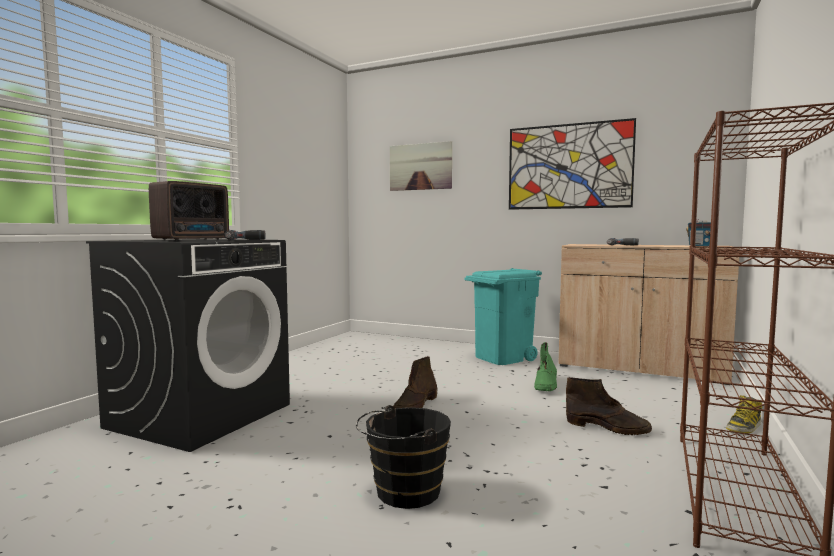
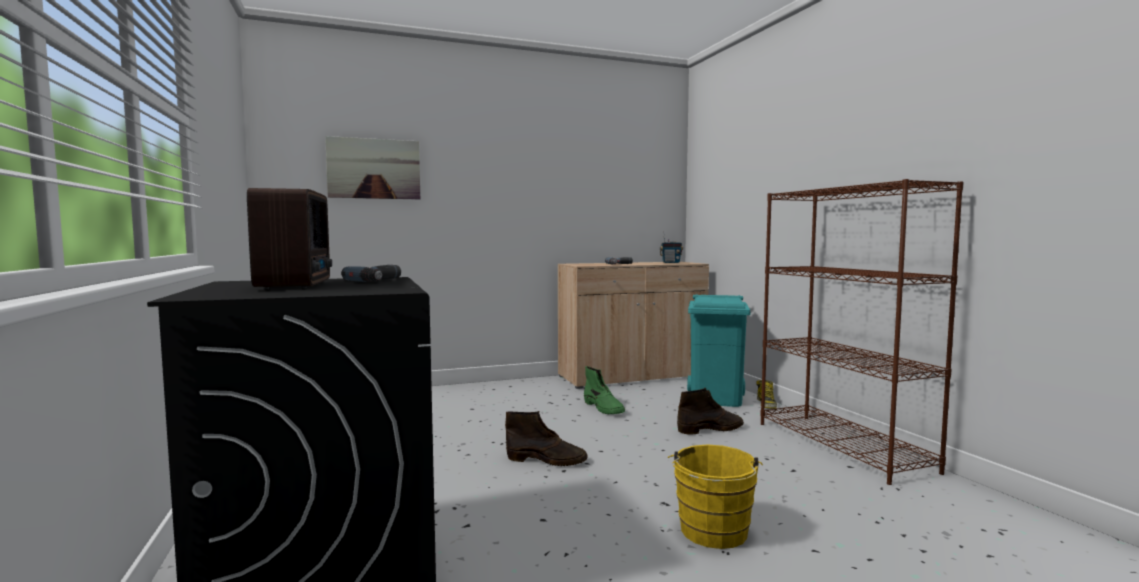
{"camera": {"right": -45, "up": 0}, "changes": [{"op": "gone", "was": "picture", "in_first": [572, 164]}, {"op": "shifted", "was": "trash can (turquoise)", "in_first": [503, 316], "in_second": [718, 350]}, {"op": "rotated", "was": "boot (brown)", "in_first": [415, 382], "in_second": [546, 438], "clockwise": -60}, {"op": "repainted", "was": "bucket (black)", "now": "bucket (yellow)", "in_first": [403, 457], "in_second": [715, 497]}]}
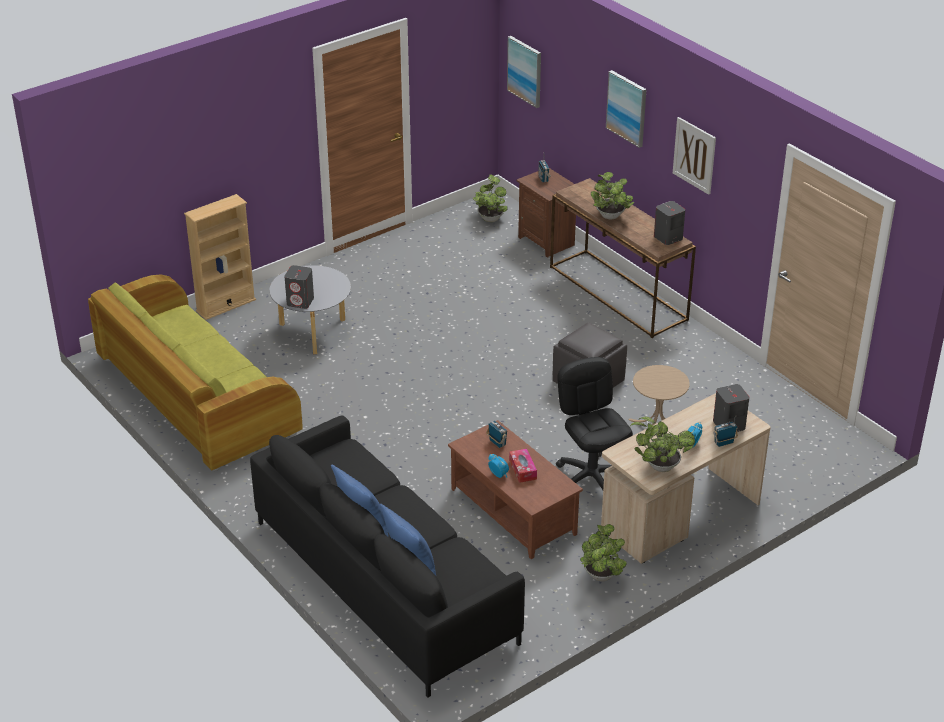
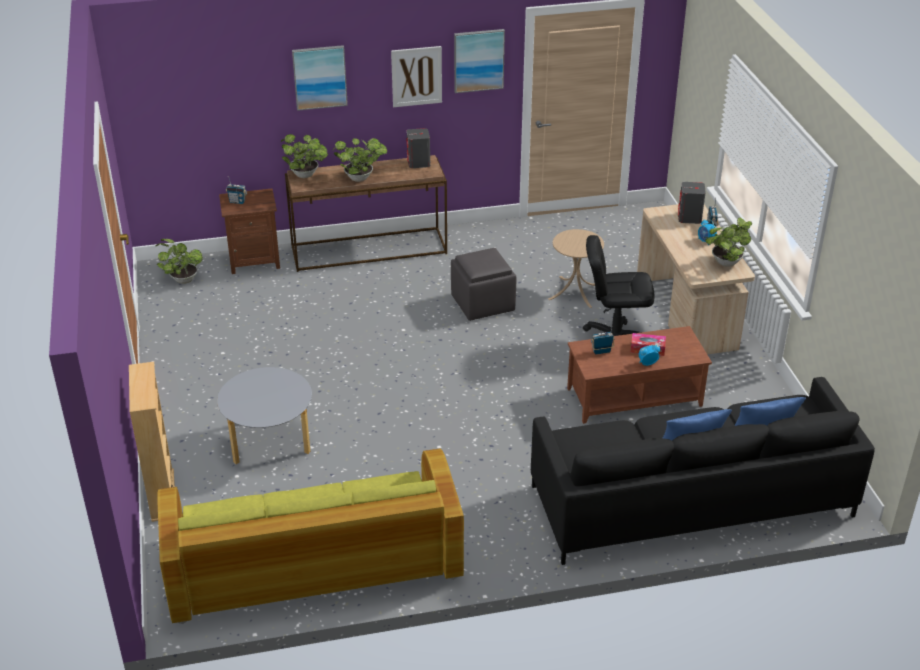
{"camera": {"right": -65, "up": 0}, "changes": [{"op": "shifted", "was": "picture", "in_first": [524, 72], "in_second": [479, 61]}, {"op": "gone", "was": "speaker (grey)", "in_first": [299, 287]}, {"op": "shifted", "was": "potted plant", "in_first": [603, 552], "in_second": [304, 156]}]}
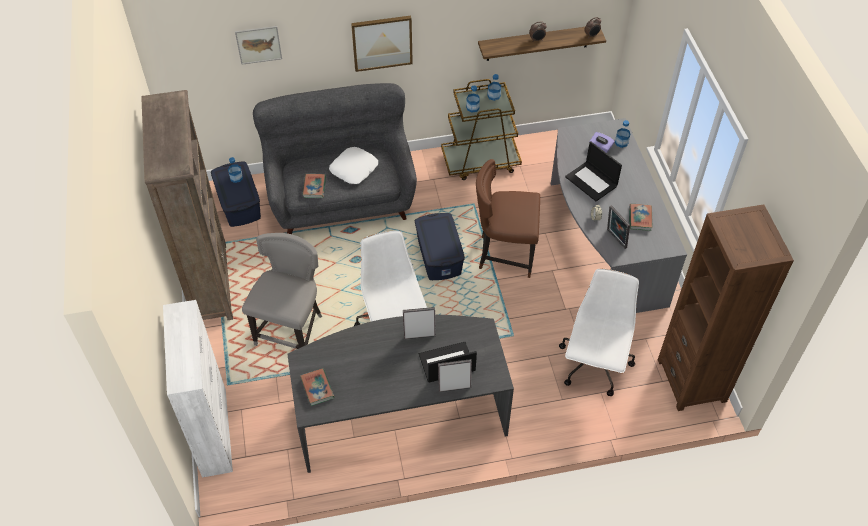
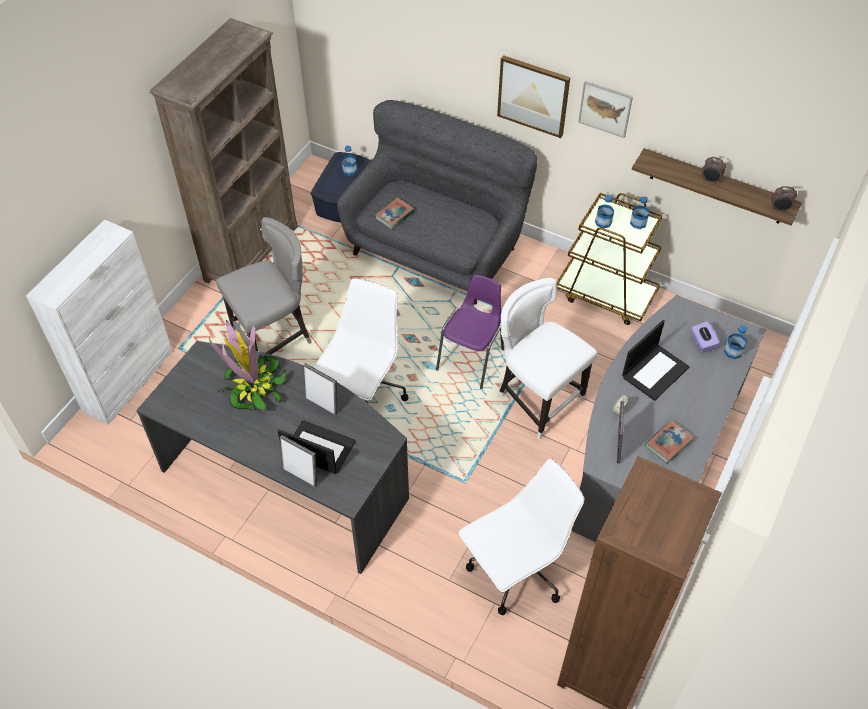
{"camera": {"right": 40, "up": 0}, "changes": [{"op": "shifted", "was": "picture", "in_first": [258, 45], "in_second": [605, 109]}, {"op": "rotated", "was": "laptop", "in_first": [593, 171], "in_second": [656, 360], "clockwise": -135}, {"op": "gone", "was": "pillow (white)", "in_first": [353, 165]}, {"op": "repainted", "was": "chair (brown)", "now": "chair (white)", "in_first": [508, 218], "in_second": [547, 358]}, {"op": "swapped", "was": "storage box (blue)", "now": "chair (purple)", "in_first": [440, 246], "in_second": [470, 331]}, {"op": "gone", "was": "book", "in_first": [317, 387]}, {"op": "new", "now": "potted plant", "in_second": [247, 365]}]}
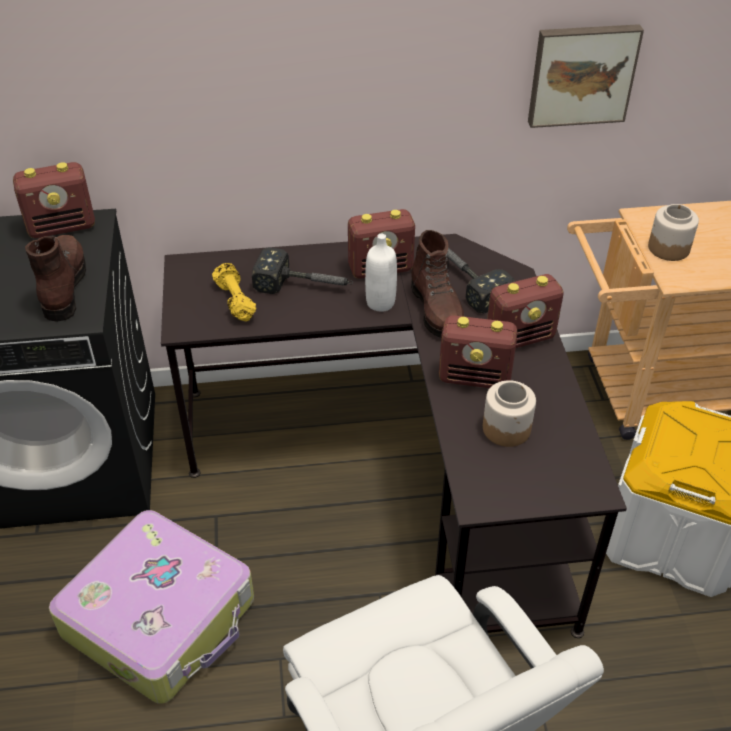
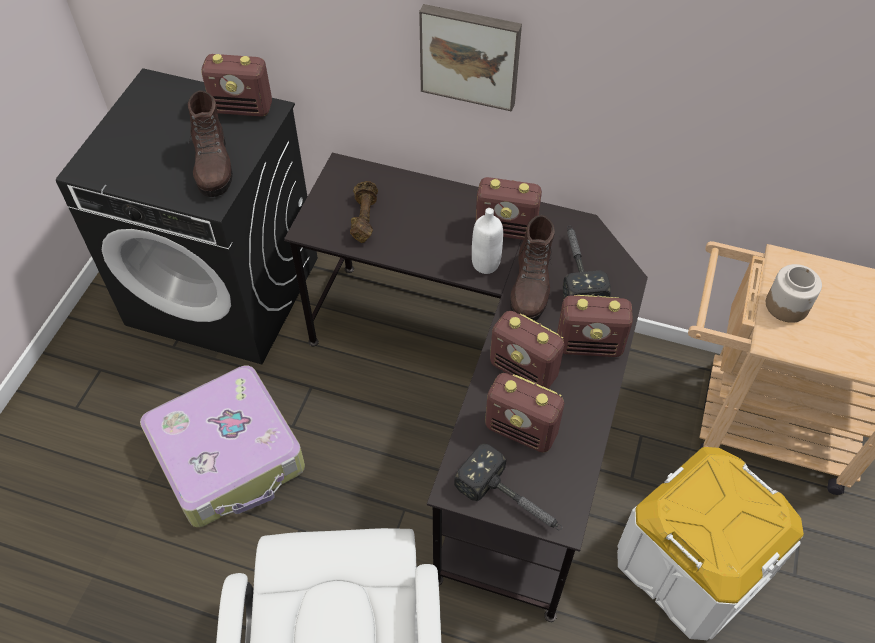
{"camera": {"right": 25, "up": 10}, "changes": [{"op": "shifted", "was": "picture", "in_first": [586, 76], "in_second": [470, 58]}, {"op": "rotated", "was": "boot (brown)", "in_first": [55, 278], "in_second": [210, 144], "clockwise": 150}, {"op": "shifted", "was": "hammer", "in_first": [302, 270], "in_second": [508, 487]}, {"op": "repainted", "was": "dumbbell (yellow)", "now": "dumbbell (brown)", "in_first": [234, 292], "in_second": [364, 212]}, {"op": "swapped", "was": "jar", "now": "radio", "in_first": [509, 413], "in_second": [524, 413]}]}
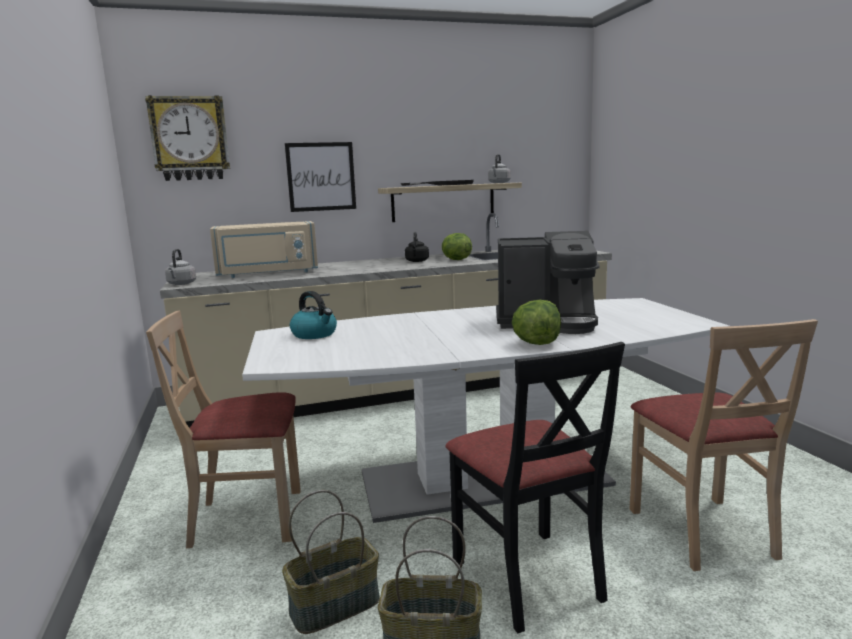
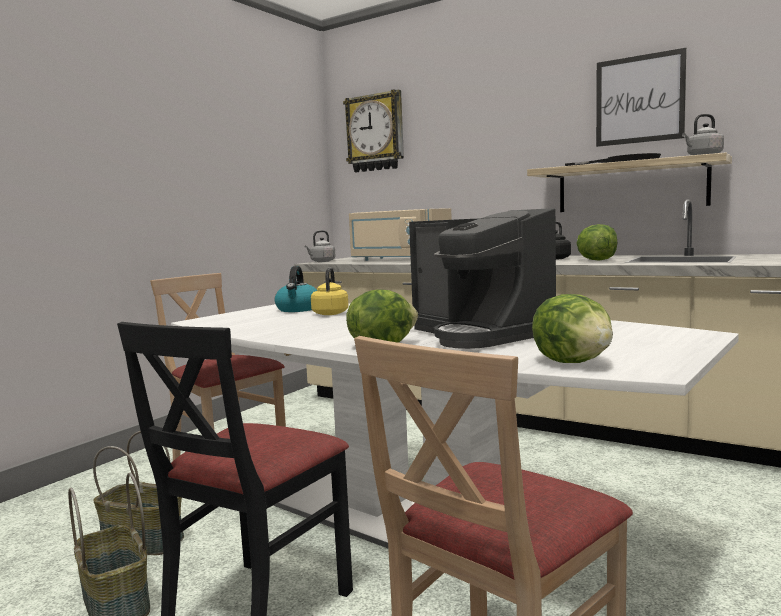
{"camera": {"right": 50, "up": -5}, "changes": [{"op": "shifted", "was": "picture", "in_first": [320, 177], "in_second": [641, 97]}, {"op": "new", "now": "kettle (yellow)", "in_second": [329, 291]}, {"op": "new", "now": "lettuce", "in_second": [572, 328]}]}
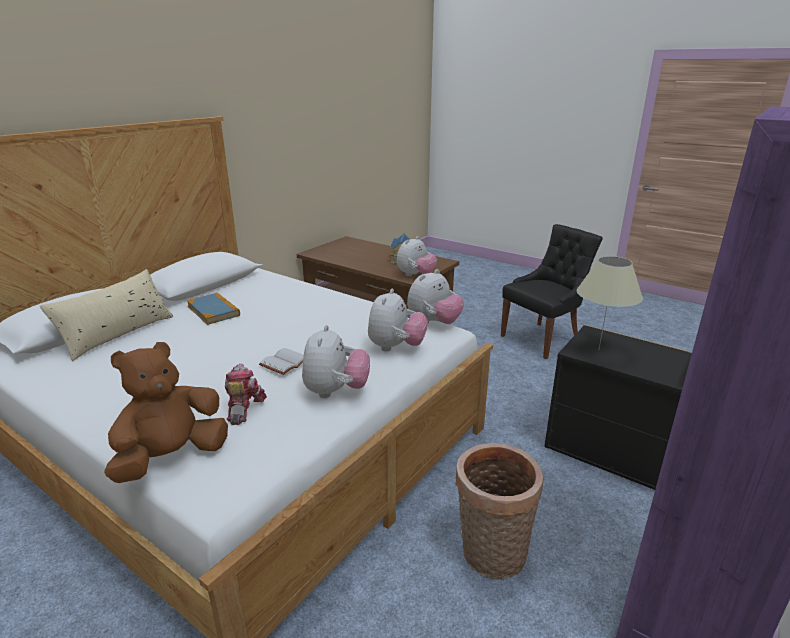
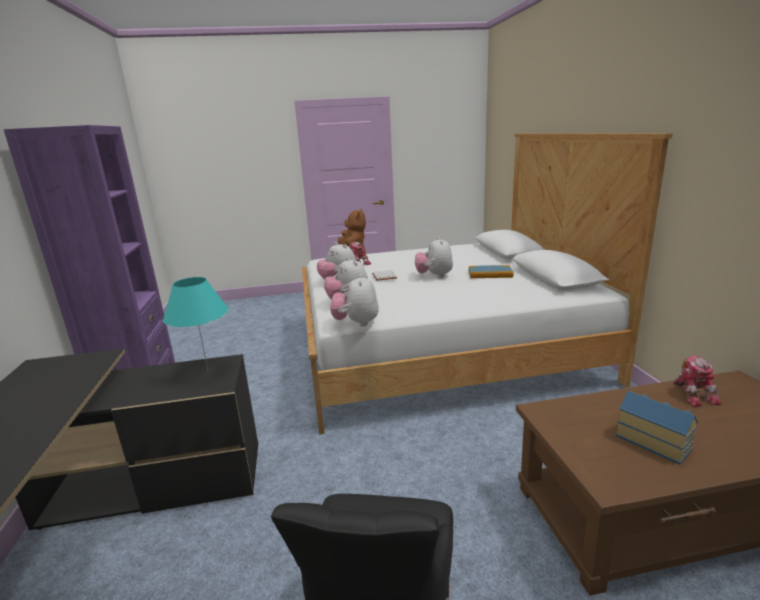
{"camera": {"right": 135, "up": -5}, "changes": [{"op": "shifted", "was": "plush toy", "in_first": [417, 256], "in_second": [434, 257]}, {"op": "repainted", "was": "table lamp (beige)", "now": "table lamp (turquoise)", "in_first": [610, 302], "in_second": [196, 323]}, {"op": "gone", "was": "pillow (beige)", "in_first": [106, 315]}, {"op": "gone", "was": "basket", "in_first": [499, 511]}, {"op": "new", "now": "toy robot", "in_second": [697, 381]}]}
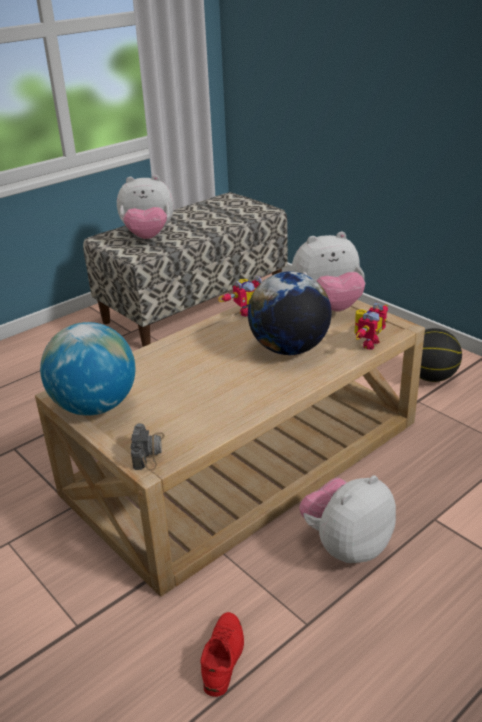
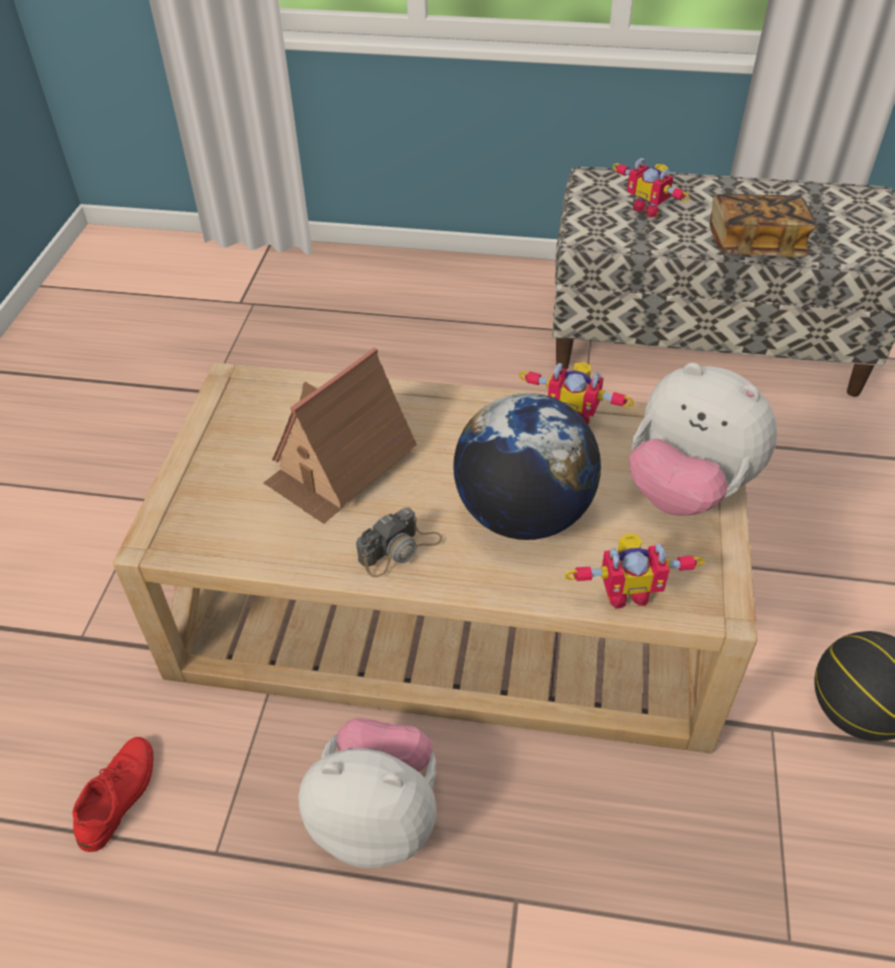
{"camera": {"right": 50, "up": 15}, "changes": [{"op": "swapped", "was": "plush toy", "now": "toy robot", "in_first": [145, 207], "in_second": [651, 188]}, {"op": "gone", "was": "globe", "in_first": [87, 369]}, {"op": "shifted", "was": "photo camera", "in_first": [148, 446], "in_second": [399, 542]}, {"op": "rotated", "was": "shoe (red)", "in_first": [222, 654], "in_second": [113, 794], "clockwise": -45}, {"op": "new", "now": "book", "in_second": [763, 225]}, {"op": "new", "now": "toy house", "in_second": [340, 436]}]}
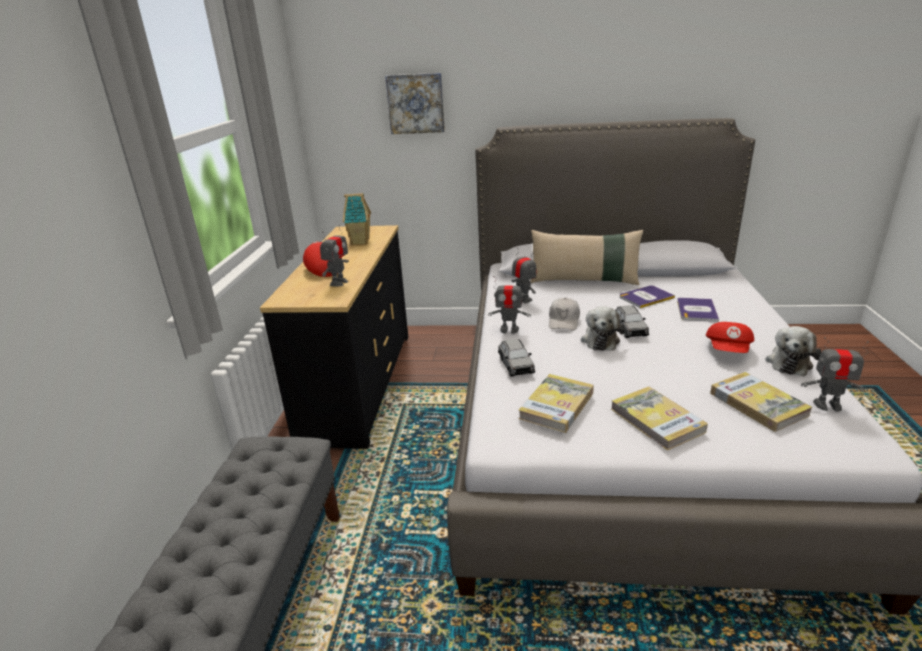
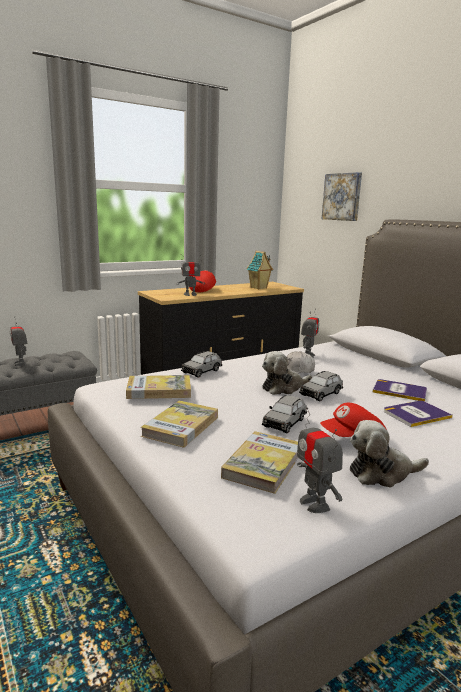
{"camera": {"right": 50, "up": -10}, "changes": [{"op": "gone", "was": "pillow (beige)", "in_first": [586, 257]}, {"op": "shifted", "was": "toy robot", "in_first": [509, 305], "in_second": [18, 344]}, {"op": "new", "now": "toy car (grey)", "in_second": [284, 414]}]}
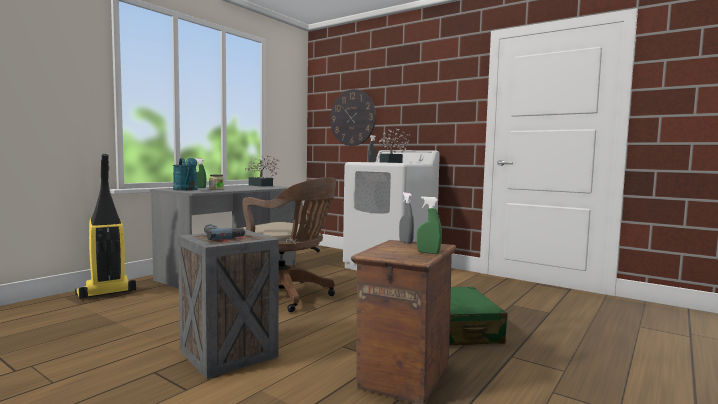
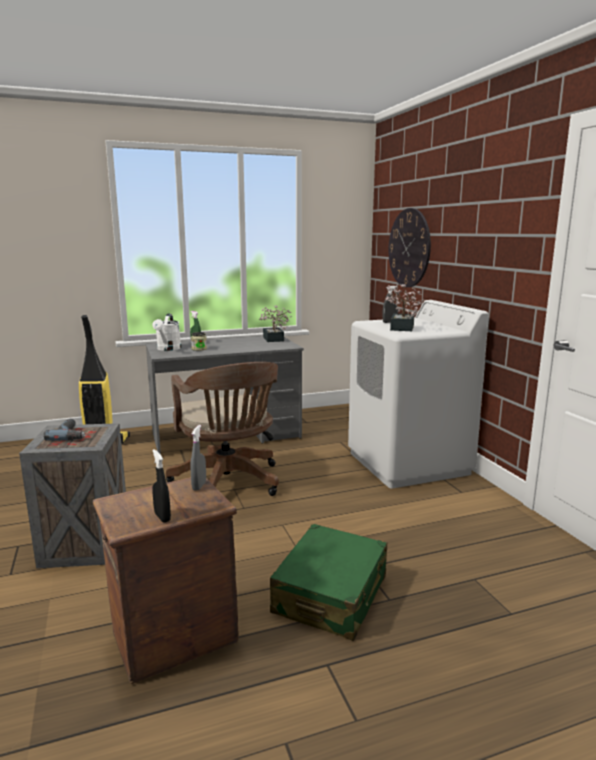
{"camera": {"right": 35, "up": 10}, "changes": [{"op": "repainted", "was": "watering can (turquoise)", "now": "watering can (white)", "in_first": [185, 174], "in_second": [166, 332]}, {"op": "repainted", "was": "spray bottle (green)", "now": "spray bottle (black)", "in_first": [429, 225], "in_second": [161, 486]}]}
